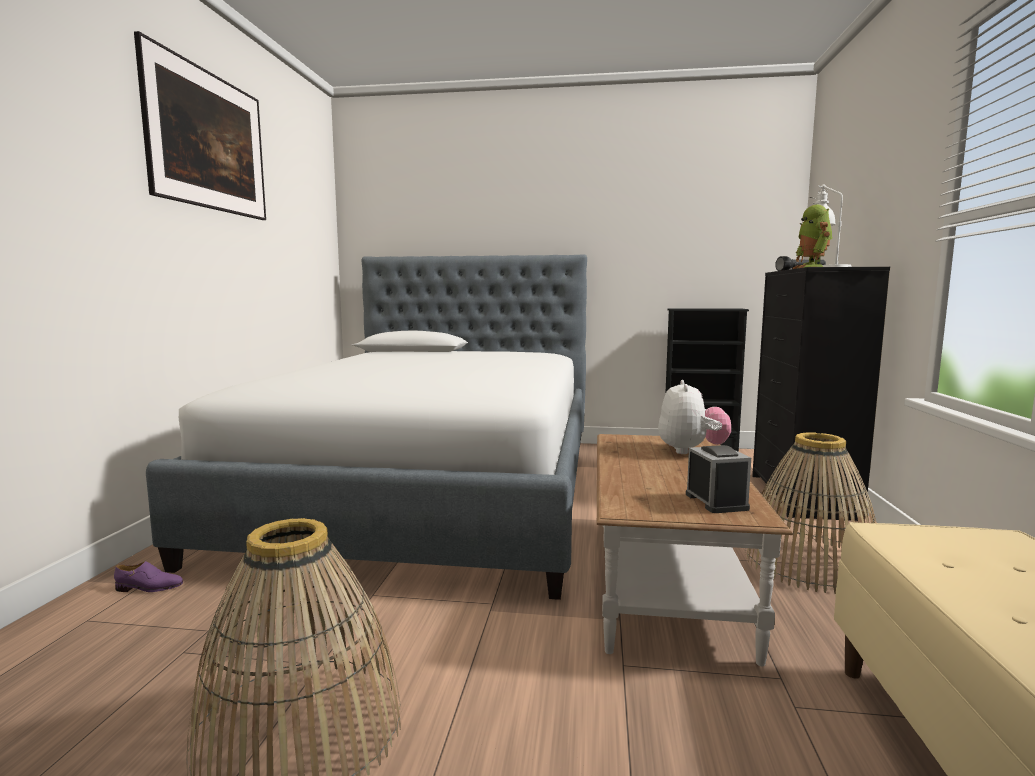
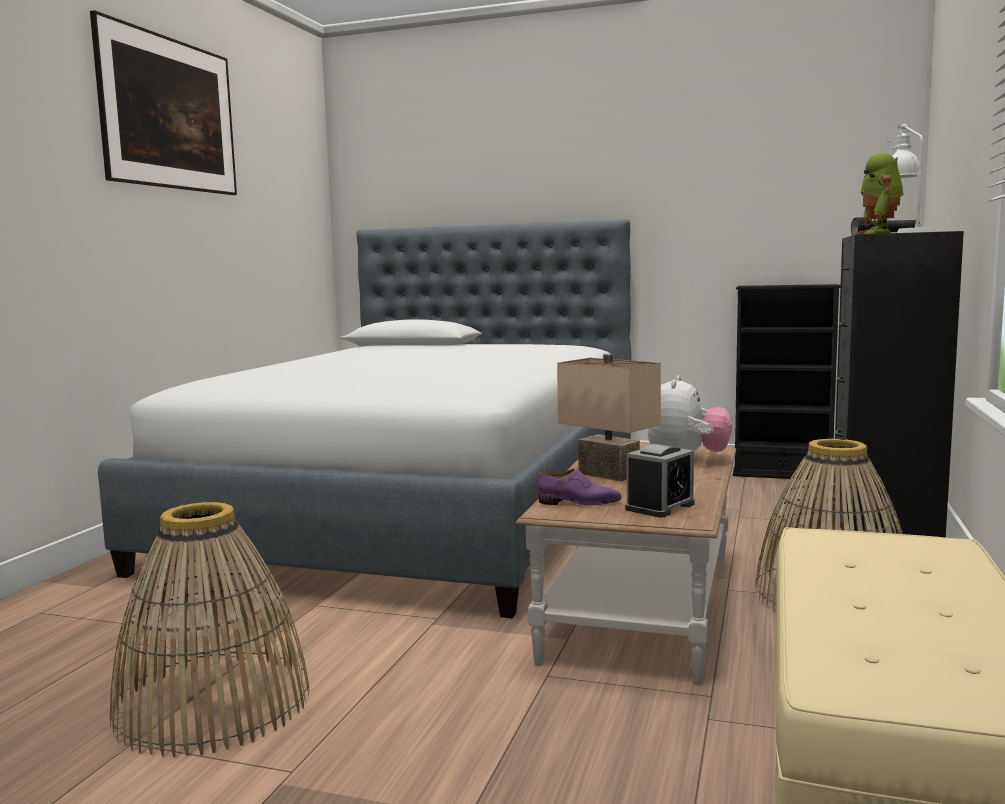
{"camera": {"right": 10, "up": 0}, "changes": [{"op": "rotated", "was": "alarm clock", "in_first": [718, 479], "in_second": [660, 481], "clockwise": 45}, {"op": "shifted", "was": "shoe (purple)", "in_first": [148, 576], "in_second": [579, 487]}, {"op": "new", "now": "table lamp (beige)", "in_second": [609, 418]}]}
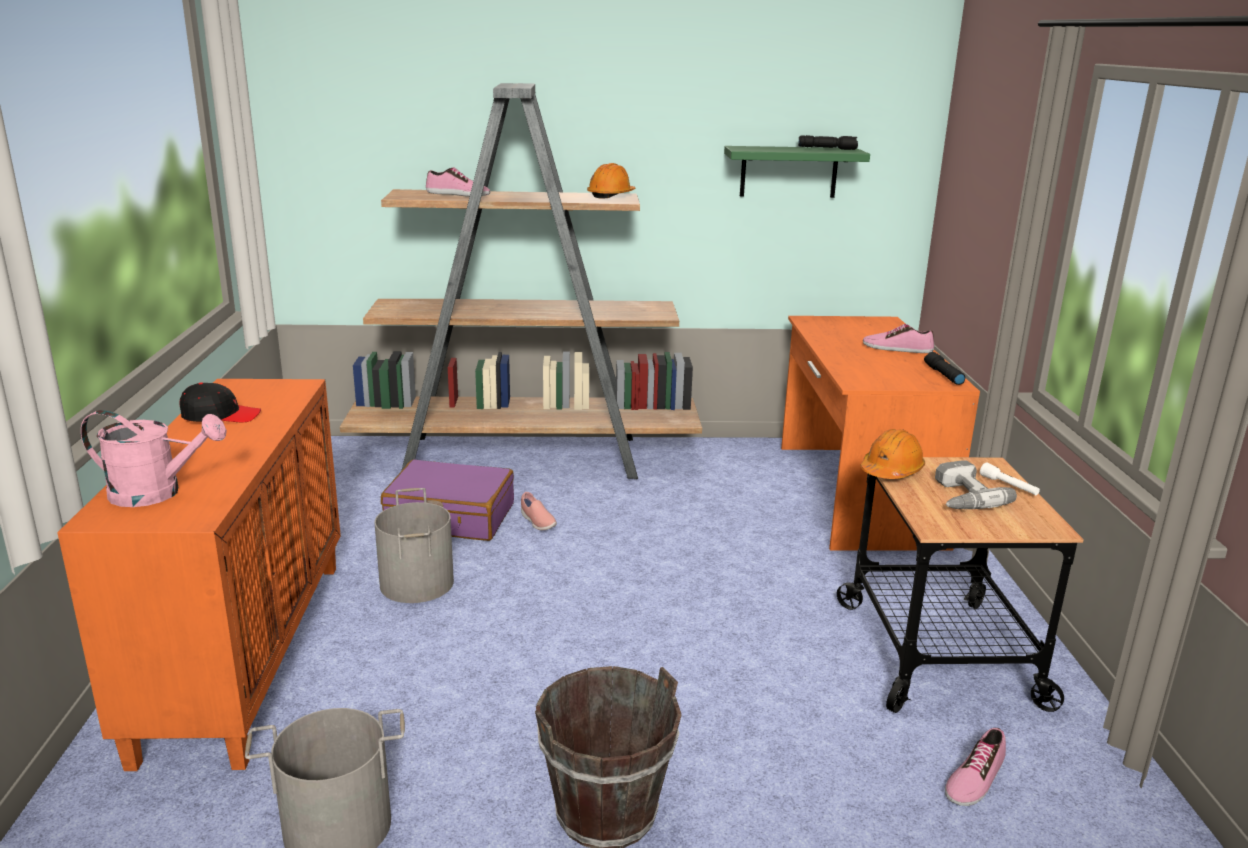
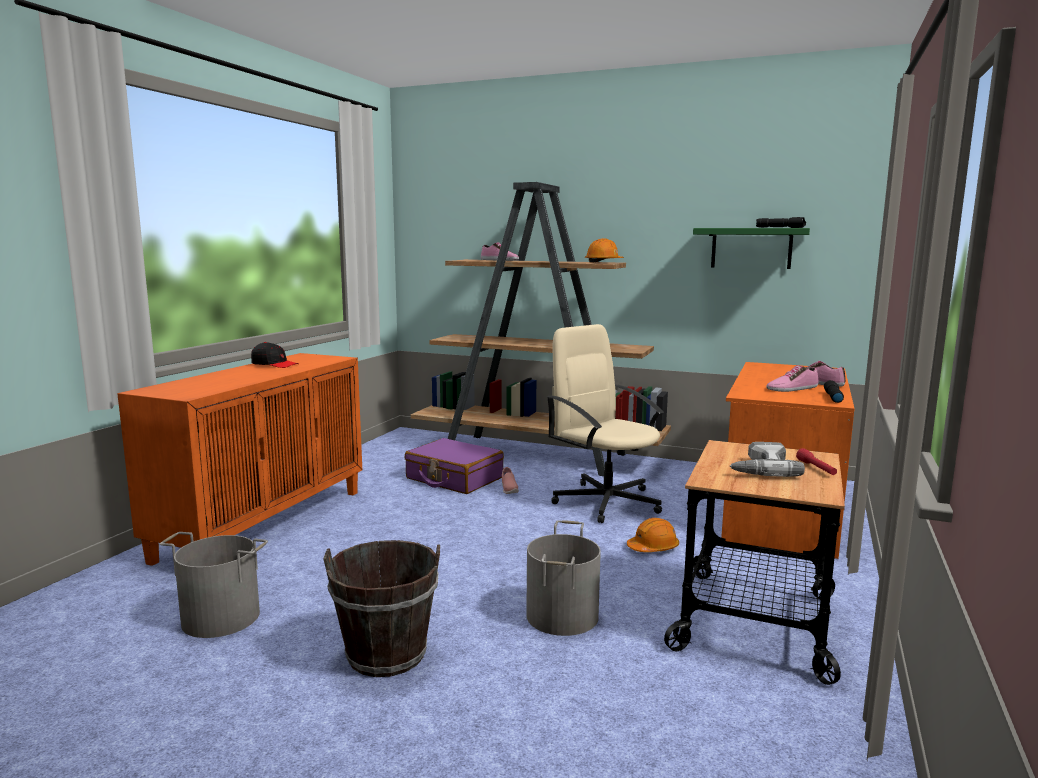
{"camera": {"right": 25, "up": -10}, "changes": [{"op": "gone", "was": "watering can (pink)", "in_first": [154, 458]}, {"op": "shifted", "was": "hard hat (orange)", "in_first": [893, 454], "in_second": [653, 535]}, {"op": "repainted", "was": "flashlight (white)", "now": "flashlight (red)", "in_first": [1010, 478], "in_second": [816, 461]}, {"op": "shifted", "was": "bucket (grey)", "in_first": [414, 545], "in_second": [563, 578]}, {"op": "shifted", "was": "shoe", "in_first": [975, 767], "in_second": [792, 378]}, {"op": "new", "now": "office chair (beige)", "in_second": [605, 423]}]}
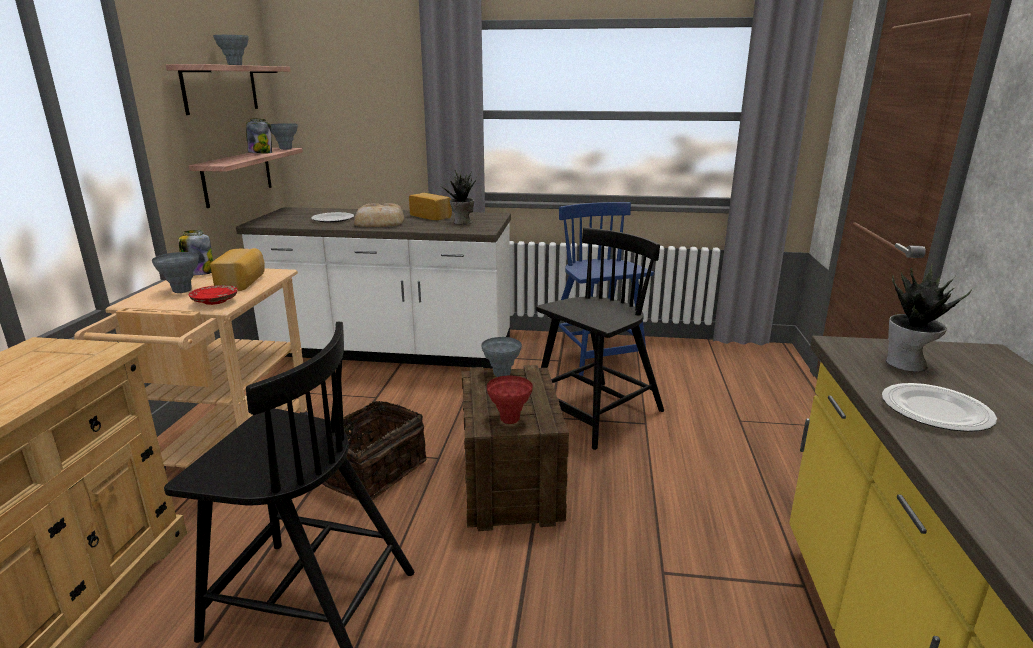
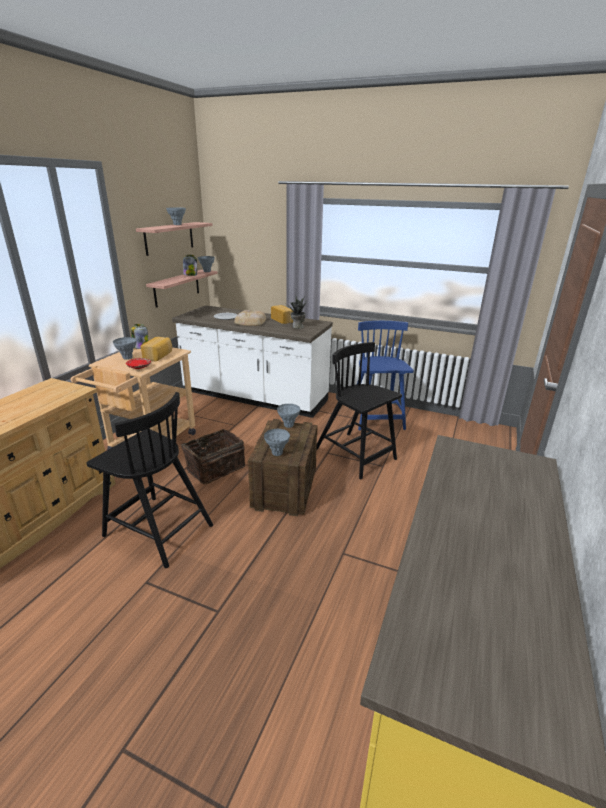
{"camera": {"right": 15, "up": 5}, "changes": [{"op": "rotated", "was": "chair (black)", "in_first": [600, 338], "in_second": [359, 410], "clockwise": -105}, {"op": "gone", "was": "potted plant", "in_first": [929, 317]}, {"op": "repainted", "was": "vase (red)", "now": "vase (grey)", "in_first": [510, 400], "in_second": [277, 442]}, {"op": "gone", "was": "plate", "in_first": [939, 407]}]}
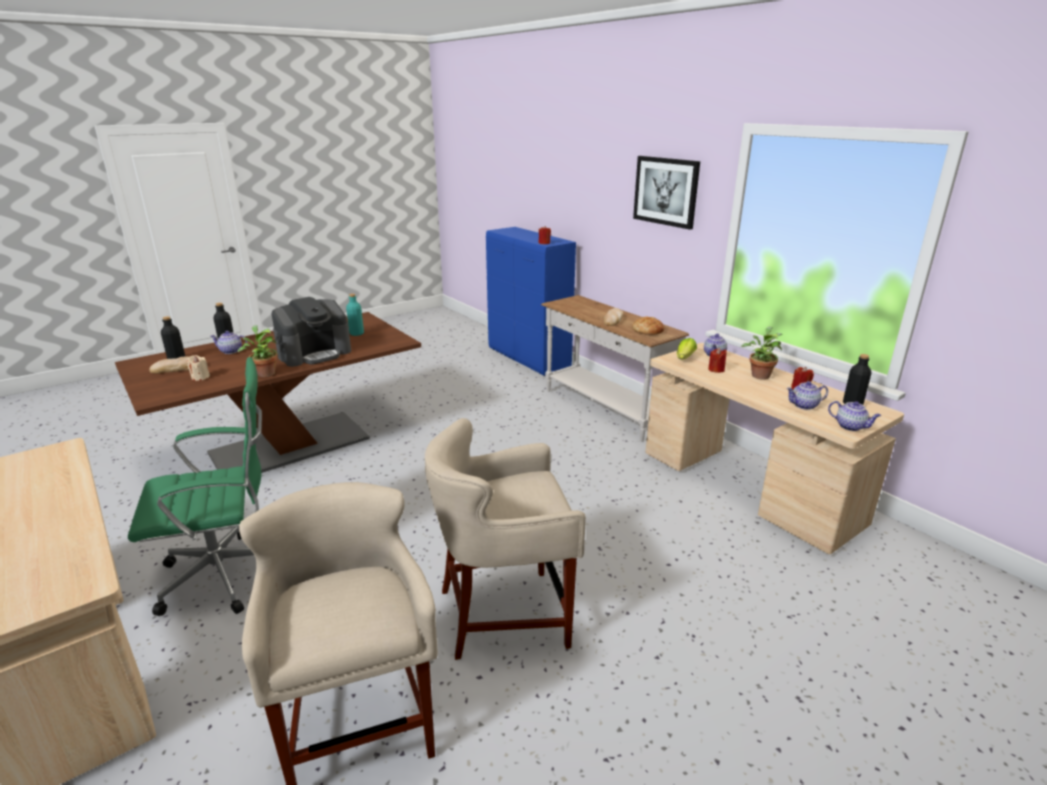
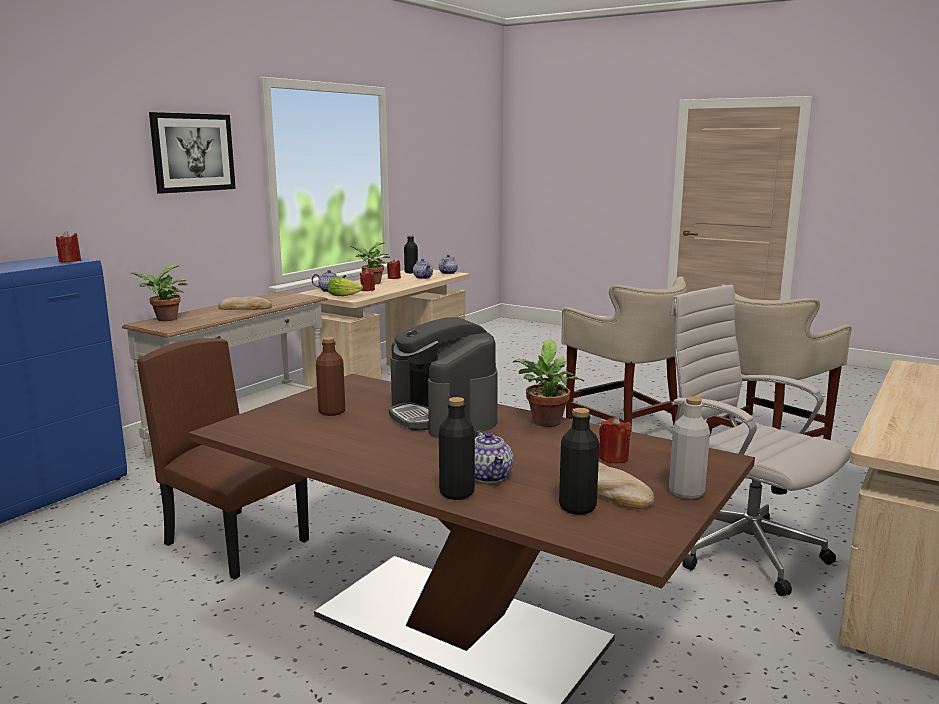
{"camera": {"right": -110, "up": -10}, "changes": [{"op": "repainted", "was": "bottle (turquoise)", "now": "bottle (brown)", "in_first": [355, 315], "in_second": [330, 376]}, {"op": "rotated", "was": "coffee machine", "in_first": [311, 332], "in_second": [443, 377], "clockwise": -150}, {"op": "gone", "was": "bread", "in_first": [648, 326]}, {"op": "repainted", "was": "candle (beige)", "now": "candle (red)", "in_first": [198, 368], "in_second": [615, 440]}, {"op": "repainted", "was": "office chair (green)", "now": "office chair (white)", "in_first": [195, 486], "in_second": [760, 440]}, {"op": "new", "now": "potted plant", "in_second": [159, 293]}, {"op": "new", "now": "chair (brown)", "in_second": [223, 458]}, {"op": "new", "now": "bottle (grey)", "in_second": [689, 447]}]}
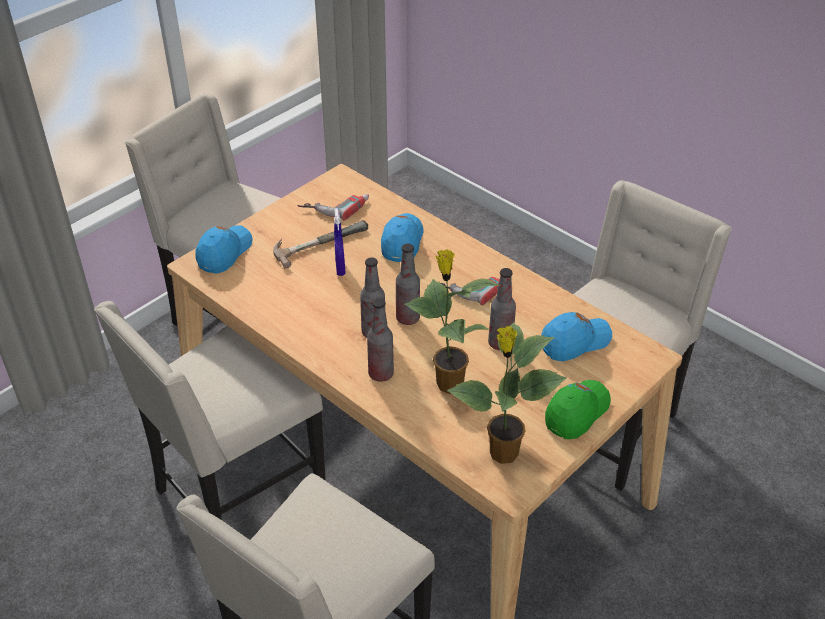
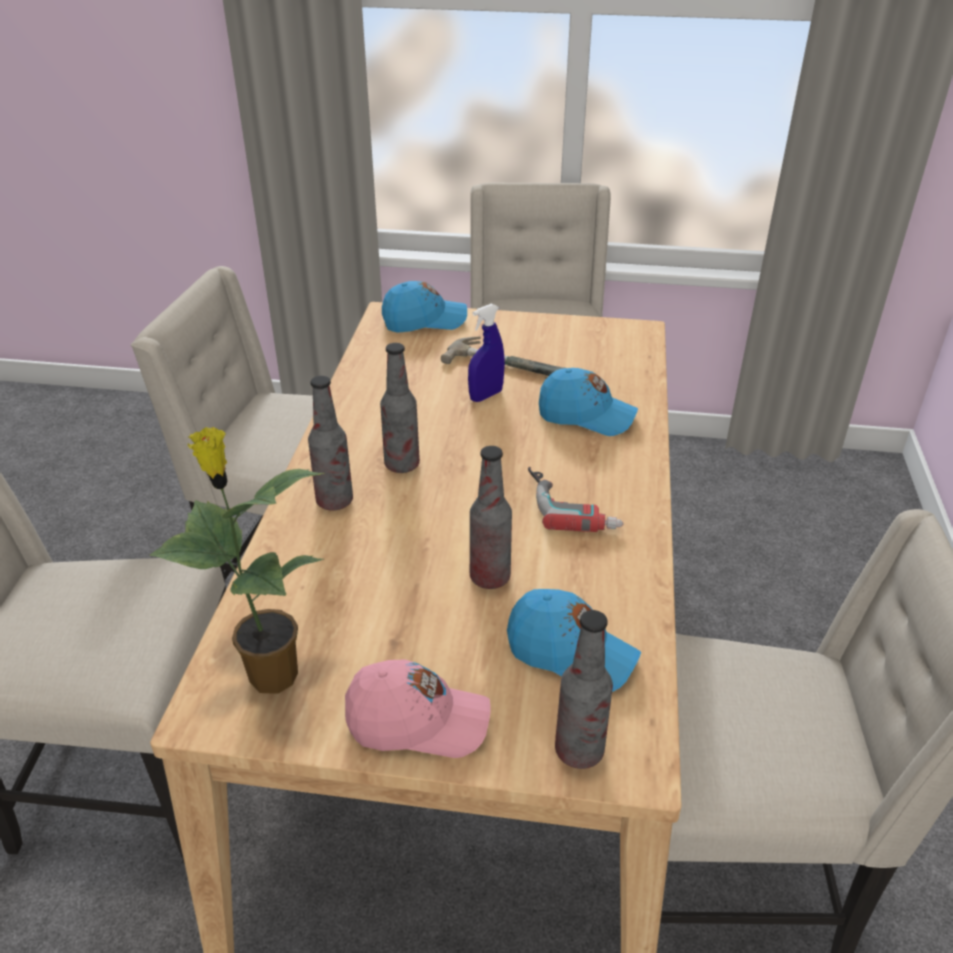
{"camera": {"right": 55, "up": -5}, "changes": [{"op": "gone", "was": "power drill", "in_first": [333, 207]}, {"op": "rotated", "was": "cap (blue)", "in_first": [402, 237], "in_second": [588, 402], "clockwise": 45}, {"op": "shifted", "was": "bottle", "in_first": [408, 284], "in_second": [584, 689]}, {"op": "gone", "was": "potted plant", "in_first": [452, 321]}, {"op": "repainted", "was": "cap (green)", "now": "cap (pink)", "in_first": [578, 409], "in_second": [418, 708]}]}
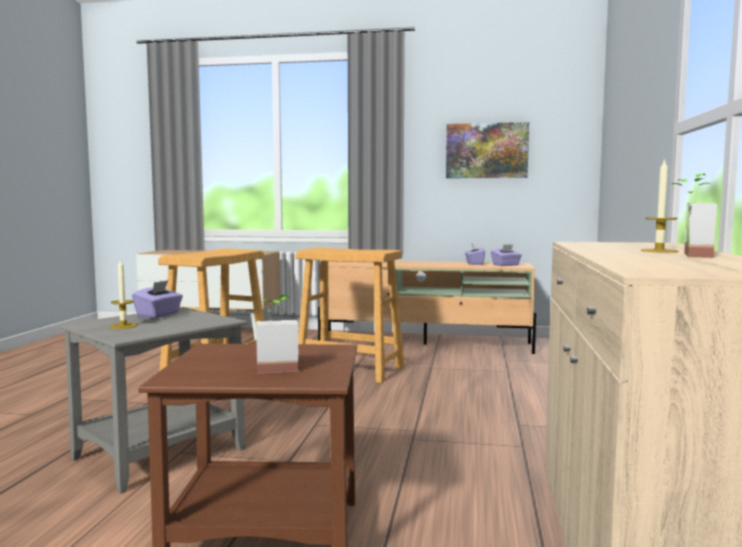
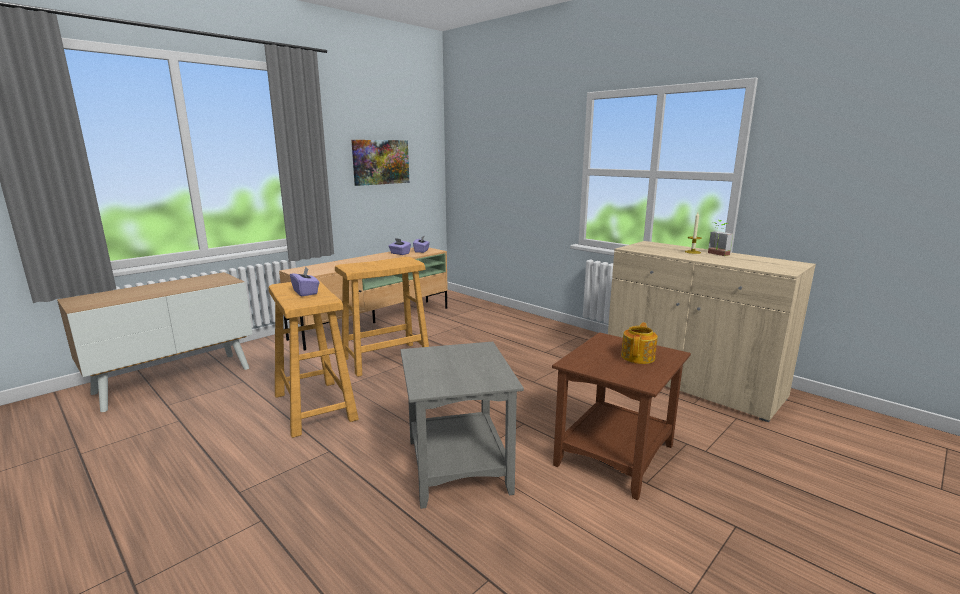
{"camera": {"right": -55, "up": 10}, "changes": [{"op": "gone", "was": "candle", "in_first": [123, 293]}, {"op": "shifted", "was": "tissue box (purple)", "in_first": [157, 299], "in_second": [304, 281]}, {"op": "swapped", "was": "potted plant", "now": "teapot", "in_first": [277, 334], "in_second": [639, 343]}]}
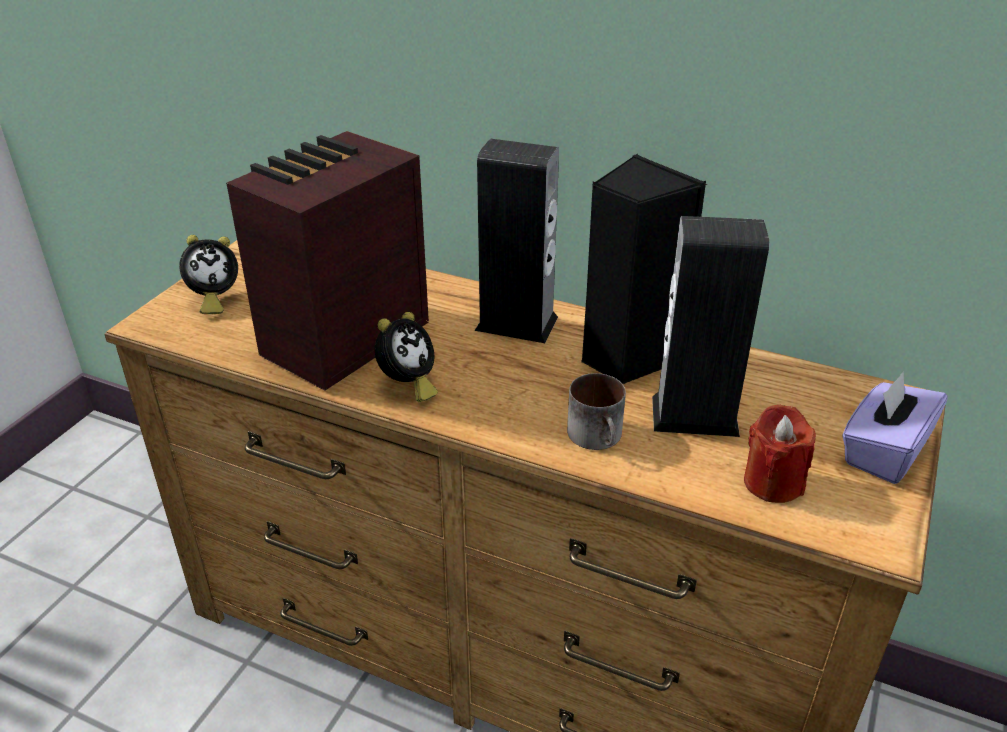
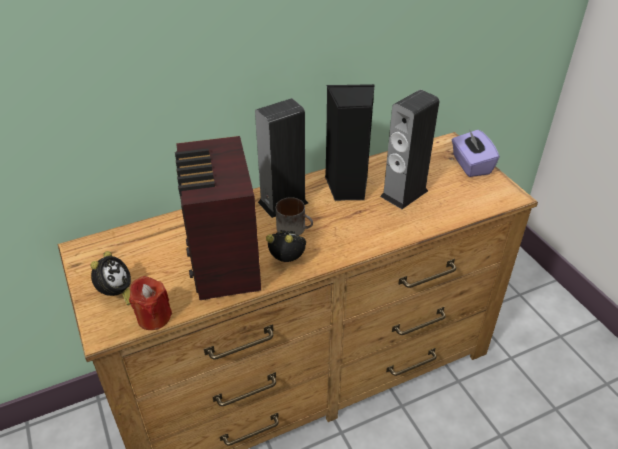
{"camera": {"right": -50, "up": 5}, "changes": [{"op": "rotated", "was": "alarm clock", "in_first": [406, 357], "in_second": [286, 246], "clockwise": -60}, {"op": "shifted", "was": "mug", "in_first": [596, 411], "in_second": [294, 216]}, {"op": "shifted", "was": "candle (red)", "in_first": [780, 454], "in_second": [150, 303]}]}
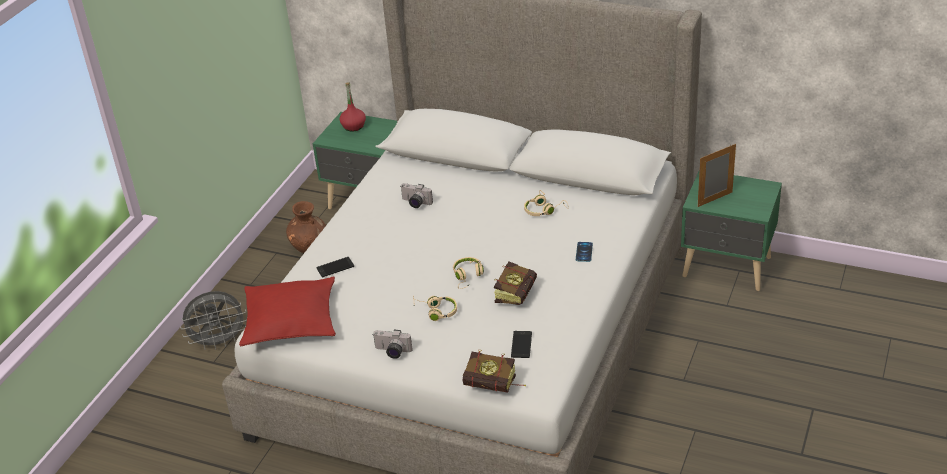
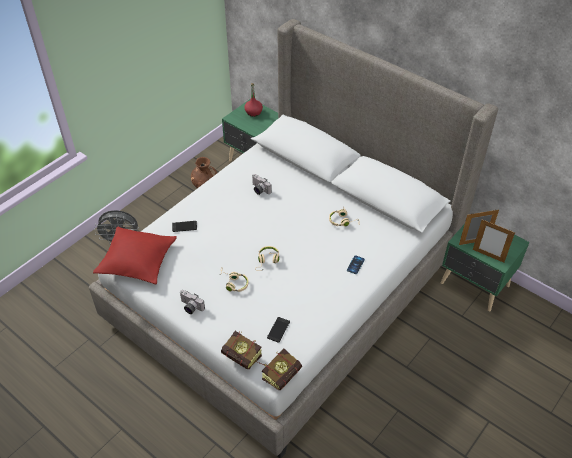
{"camera": {"right": 15, "up": 10}, "changes": [{"op": "shifted", "was": "book", "in_first": [515, 283], "in_second": [282, 369]}, {"op": "new", "now": "picture frame", "in_second": [494, 241]}]}
